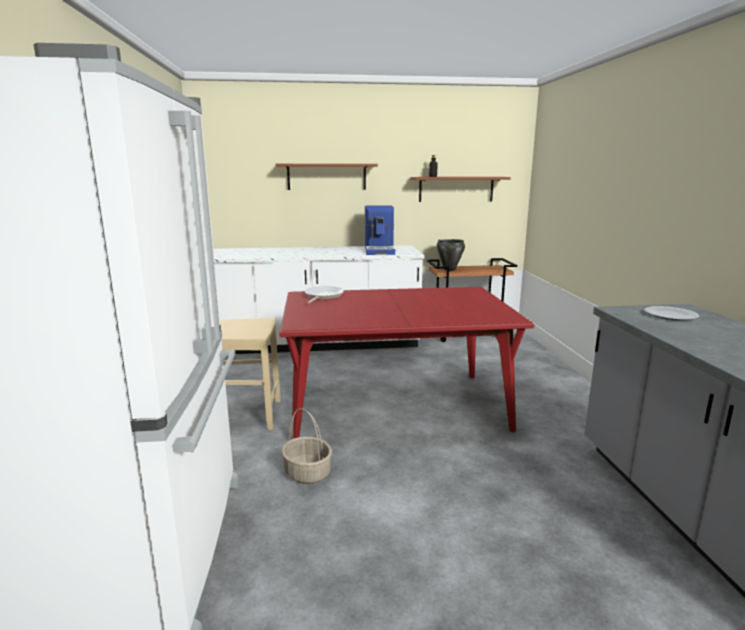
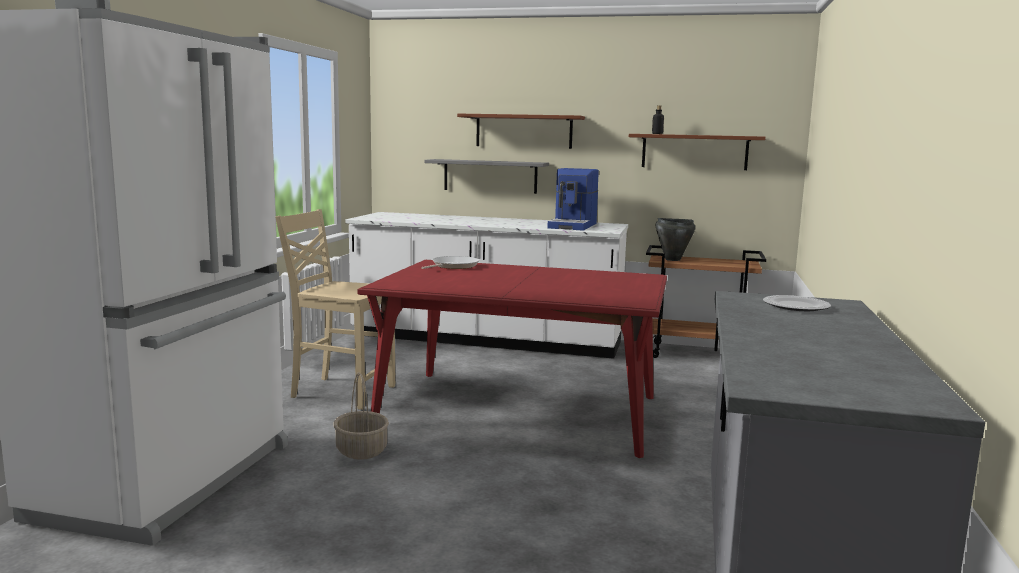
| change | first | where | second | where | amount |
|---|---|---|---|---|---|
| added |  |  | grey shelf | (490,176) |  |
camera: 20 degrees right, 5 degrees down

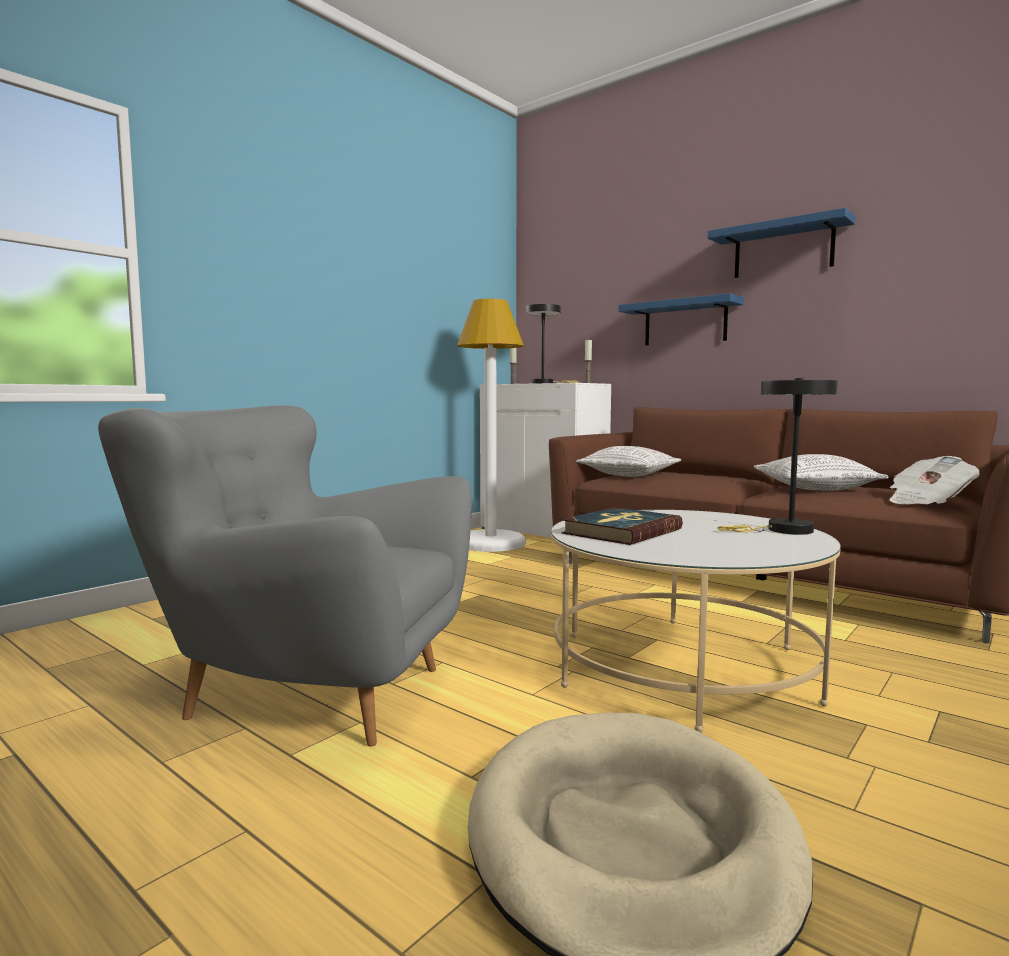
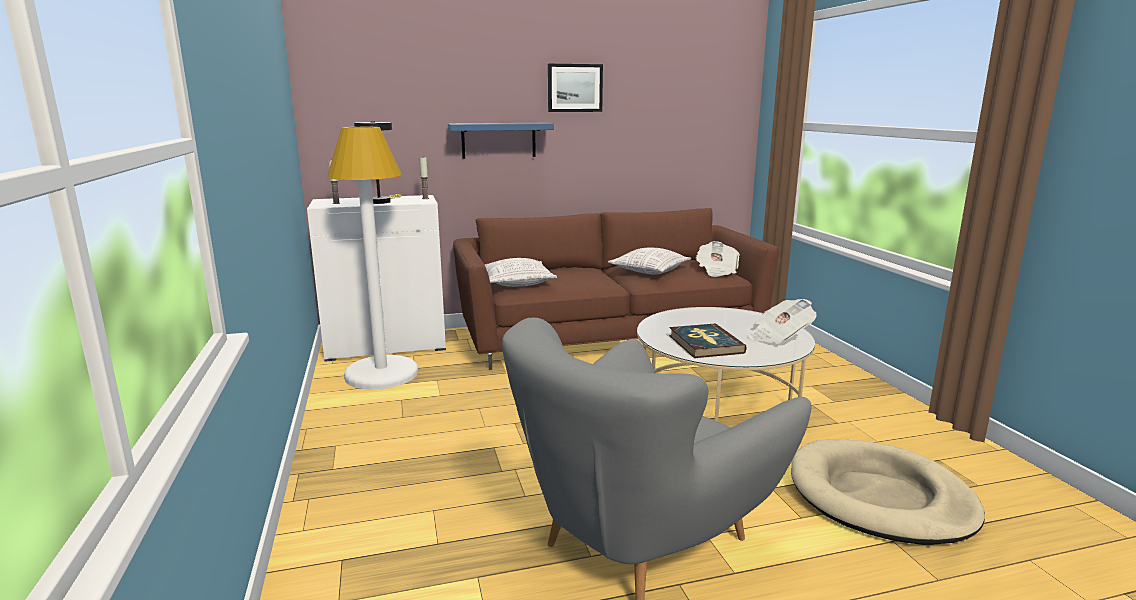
| change | first | where | second | where | amount |
|---|---|---|---|---|---|
| removed | black table lamp | (782,530) |  |  |  |
| added |  |  | newspaper | (779,337) |  |
| replaced | blue shelf | (783,249) | picture | (574,88) |  |
camera: 55 degrees left, 10 degrees up

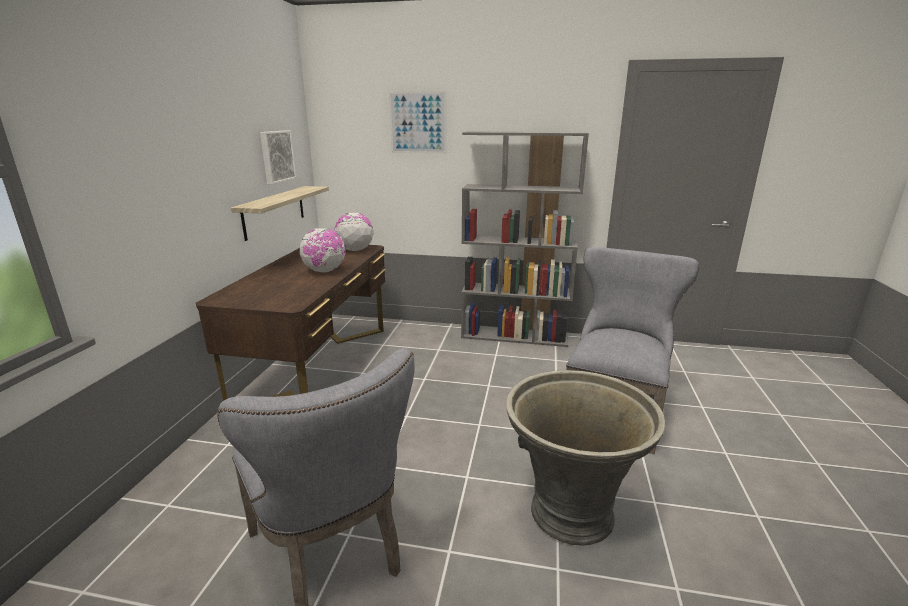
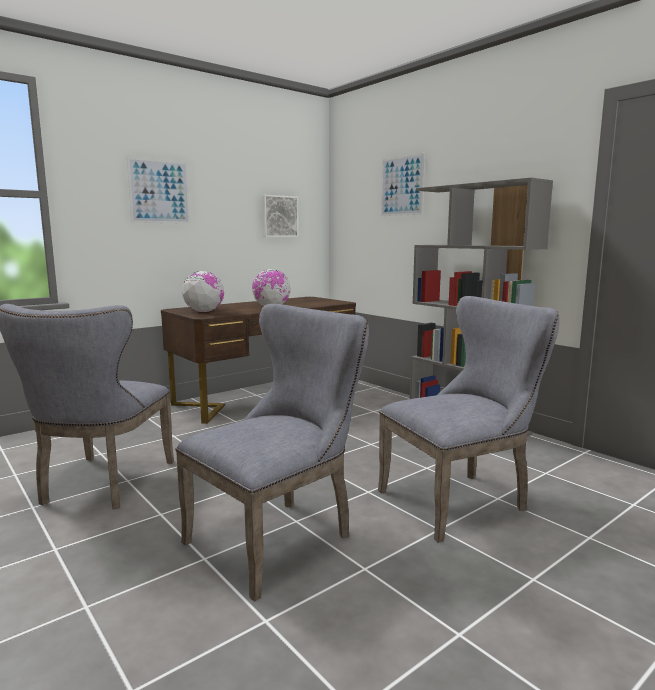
| change | first | where | second | where | amount |
|---|---|---|---|---|---|
| removed | shelf | (274,211) |  |  |  |
| added |  |  | picture | (159,191) |  |
| moved | globe | (355,250) |  | (204,311) |  |
| replaced | grey planter | (570,511) | grey chair | (279,537) |  |
camera: 40 degrees right, 10 degrees down

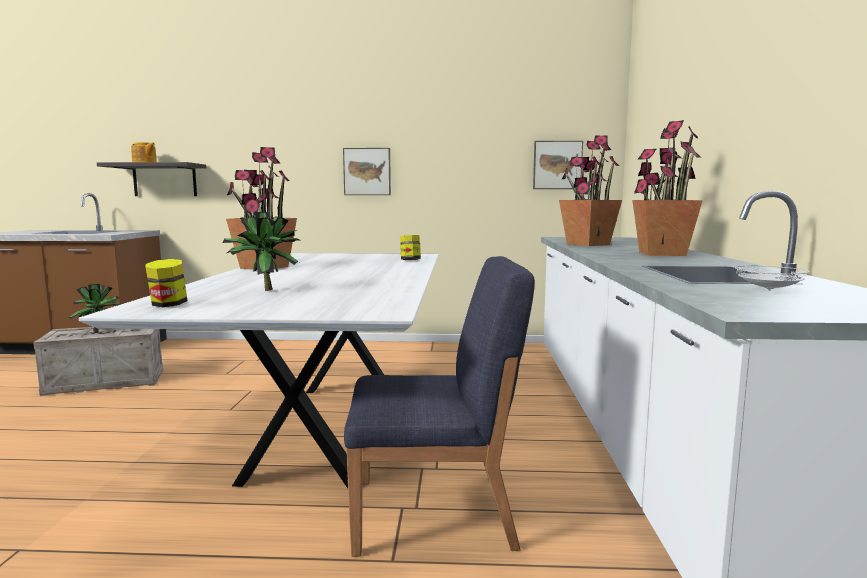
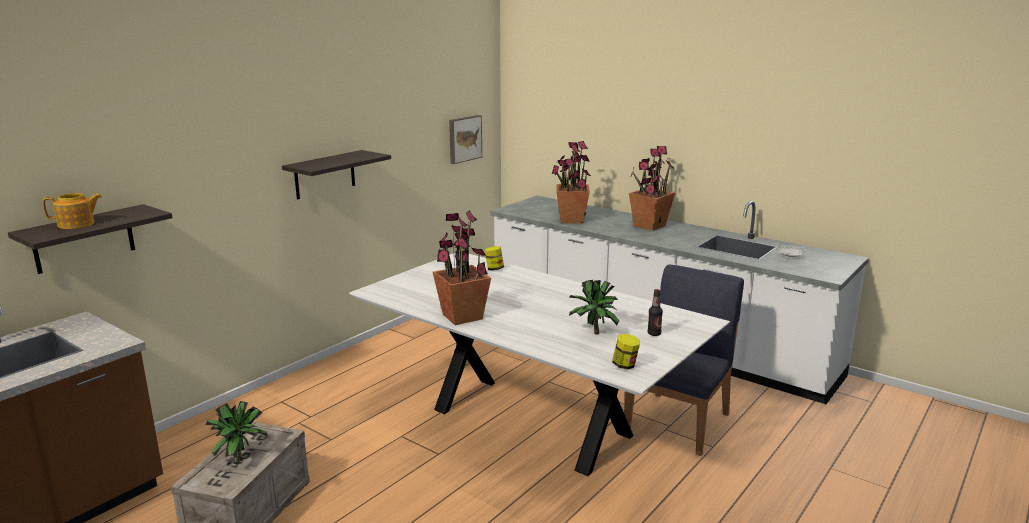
| change | first | where | second | where | amount |
|---|---|---|---|---|---|
| added |  |  | bottle | (654,334) |  |
| replaced | picture | (367,172) | shelf | (325,174) |  |
camera: 55 degrees left, 10 degrees up

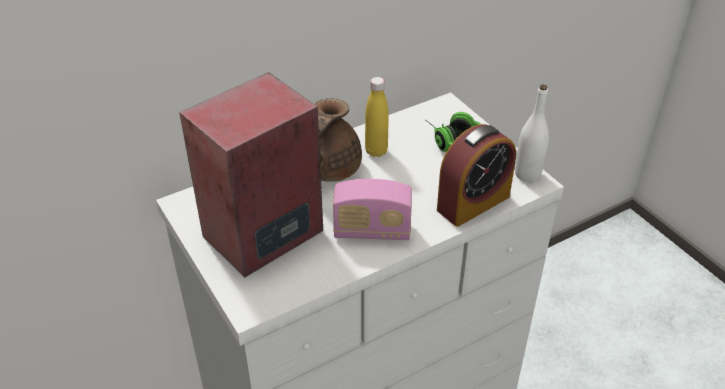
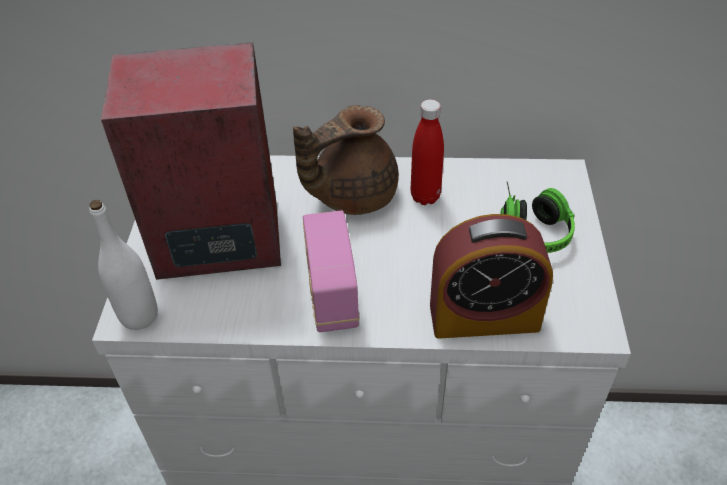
| change | first | where | second | where | amount |
|---|---|---|---|---|---|
| moved | white bottle | (527,174) |  | (139,316) |  |
| recoloured | yellow bottle | (376,151) | red bottle | (425,196) |  |
| turned | radio | (372,231) |  | (331,293) | 45 degrees clockwise |
camera: 35 degrees right, 5 degrees up

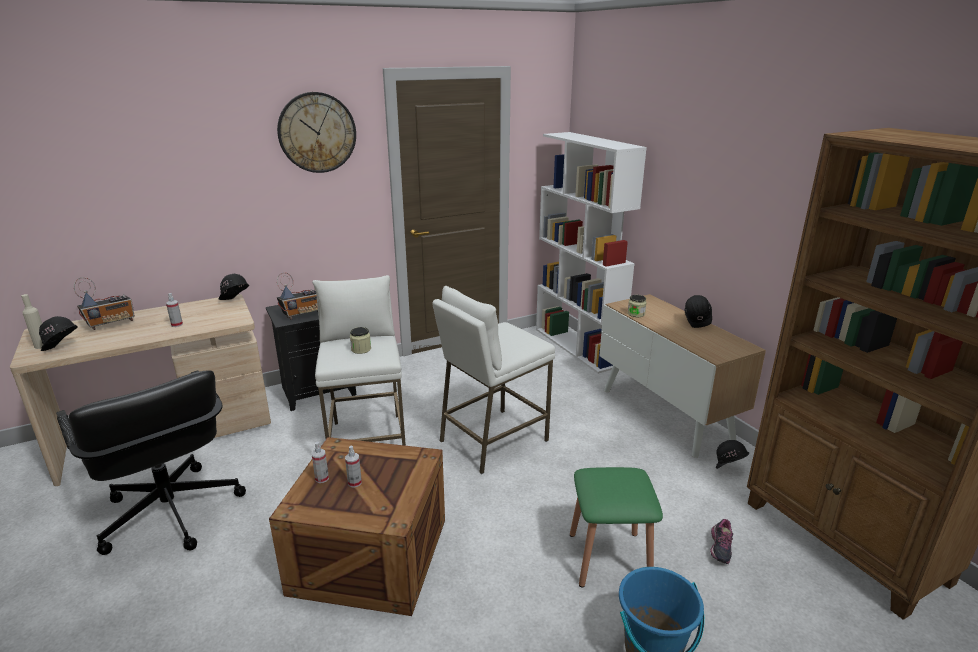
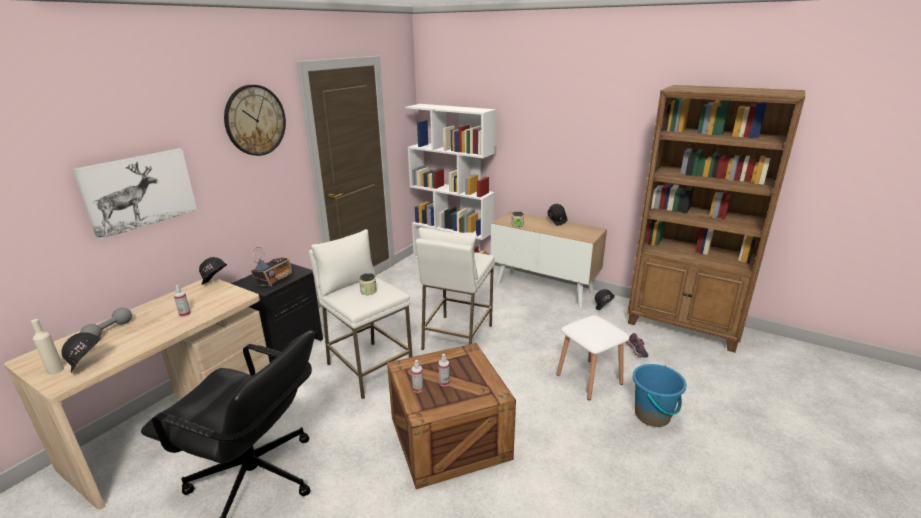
| change | first | where | second | where | amount |
|---|---|---|---|---|---|
| added |  |  | picture | (139,191) |  |
| replaced | radio | (111,324) | grey dumbbell | (109,331) |  |
| recoloured | green stool | (609,558) | white stool | (589,379) |  |
camera: 30 degrees left, 0 degrees up

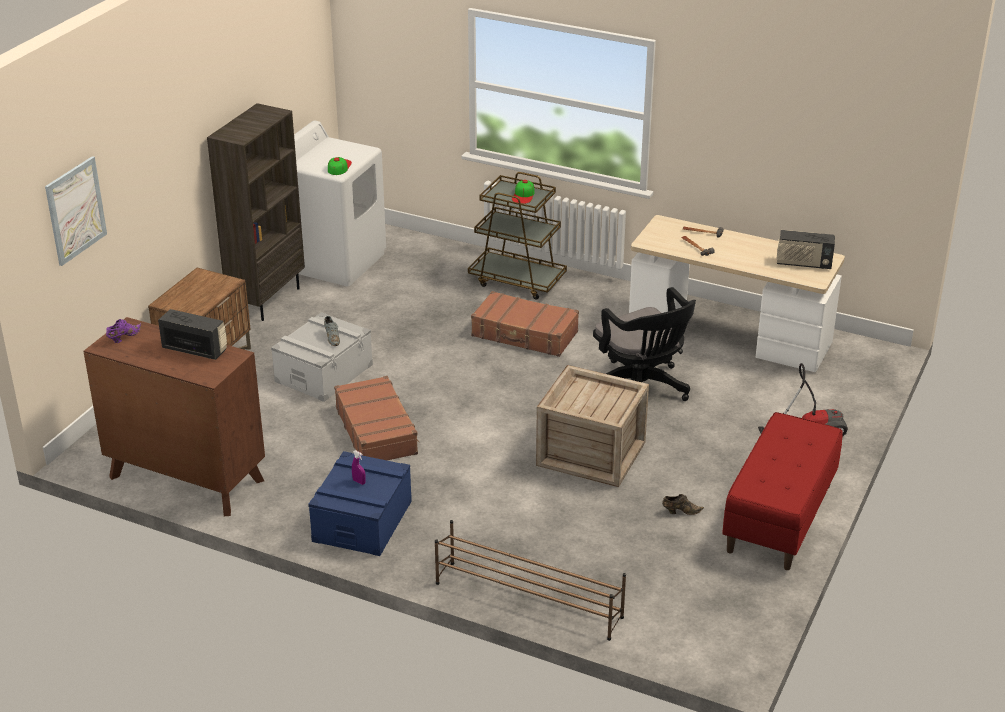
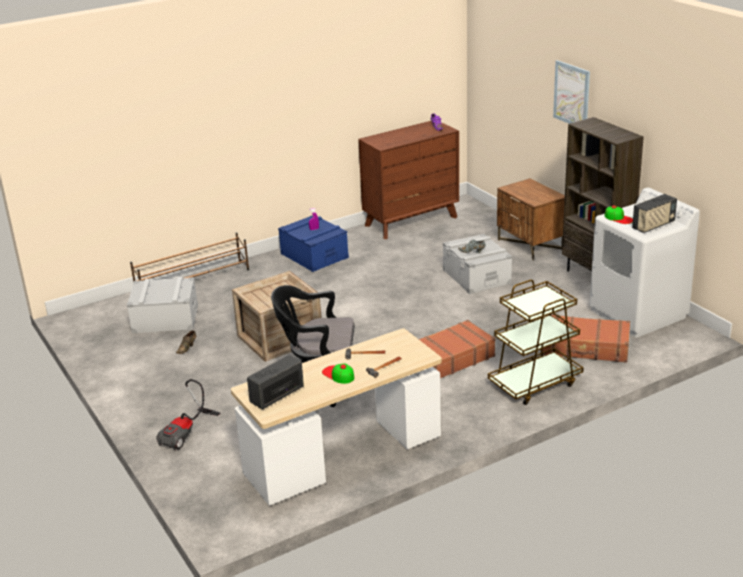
| change | first | where | second | where | amount |
|---|---|---|---|---|---|
| removed | red bench | (780,518) |  |  |  |
| added |  |  | grey storage box | (165,319) |  |
| moved | picture | (75,210) |  | (571,94) |  |
| moved | radio | (195,349) |  | (653,225) |  |
| moved | brown suitcase | (377,430) |  | (585,347) |  |
| moved | cap | (523,195) |  | (338,374) |  |
camera: 125 degrees right, 5 degrees down

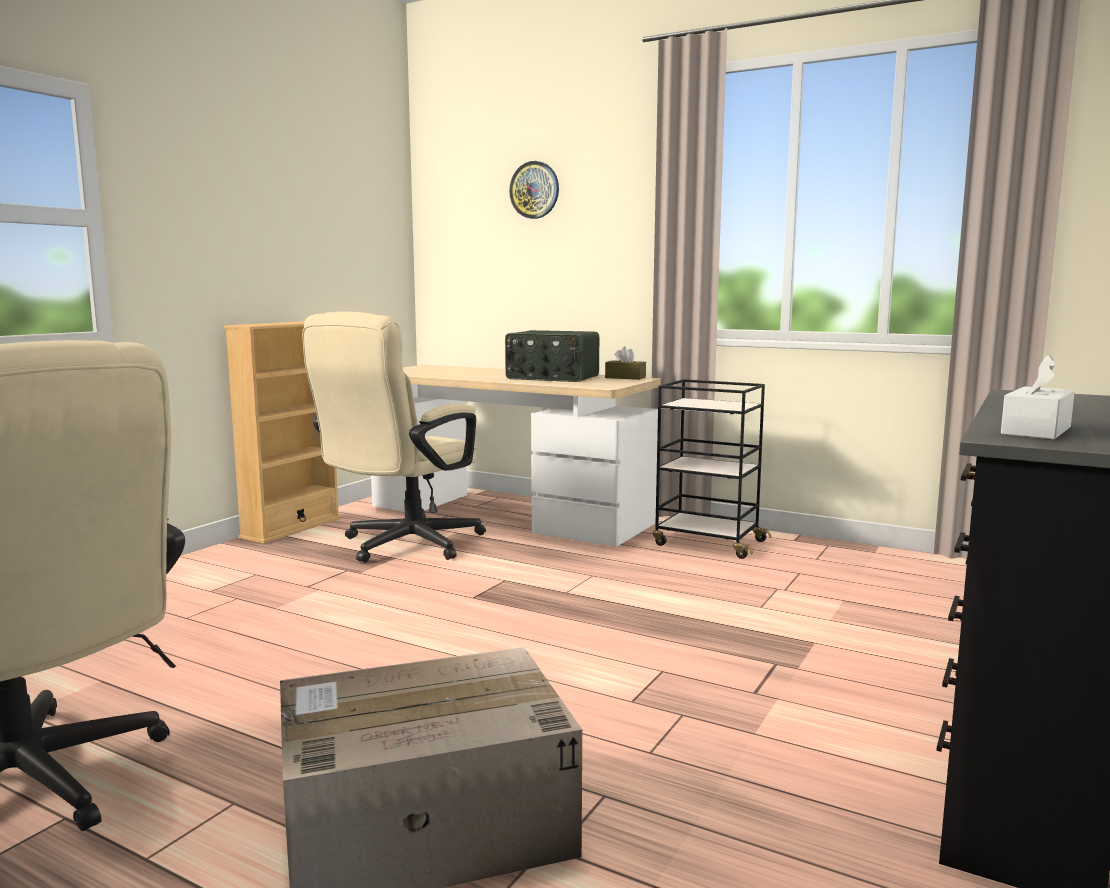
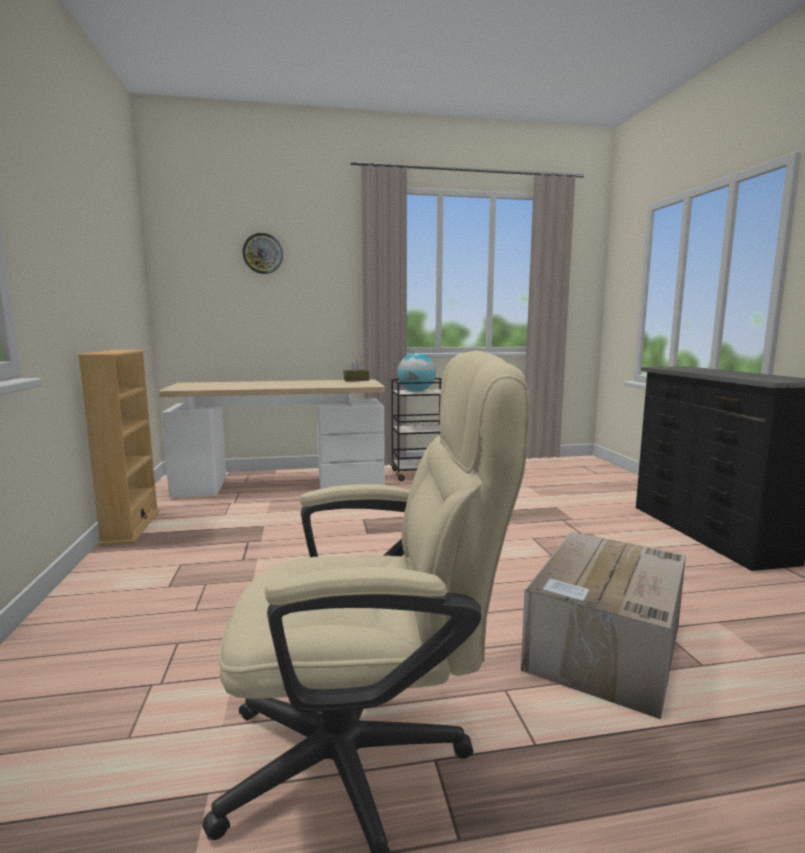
| change | first | where | second | where | amount |
|---|---|---|---|---|---|
| removed | beige office chair | (402,546) |  |  |  |
| removed | radio | (552,377) |  |  |  |
| removed | white tissue box | (1036,430) |  |  |  |
| added |  |  | globe | (416,391) |  |
camera: 40 degrees left, 0 degrees up

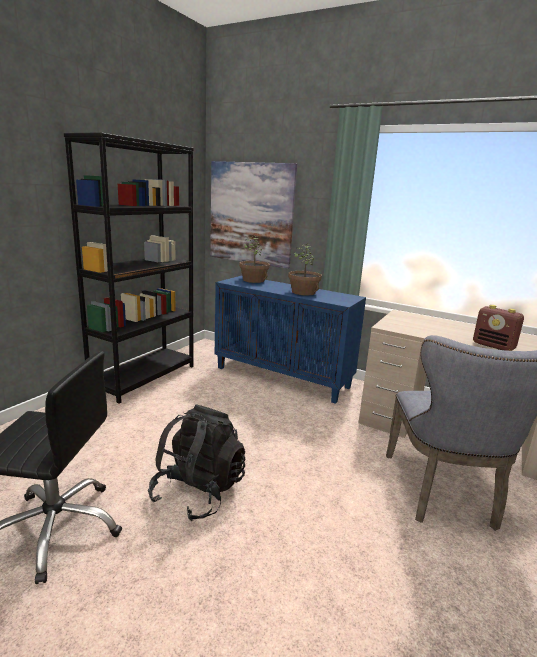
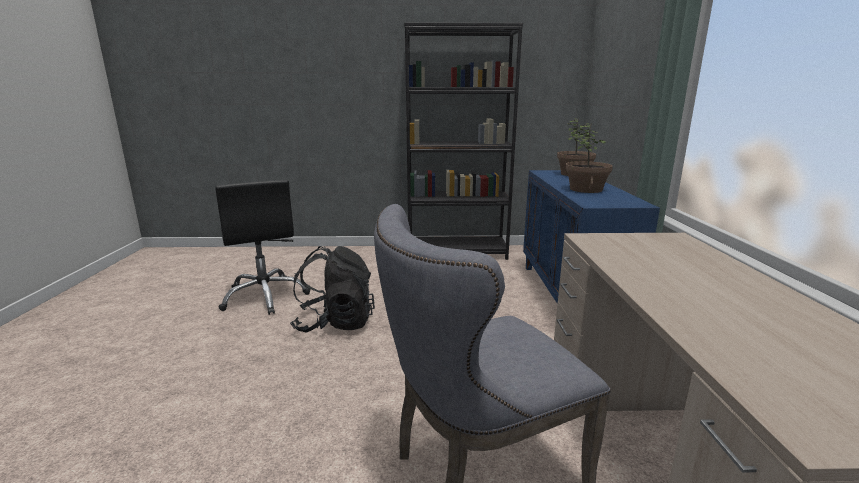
| change | first | where | second | where | amount |
|---|---|---|---|---|---|
| removed | picture | (251,214) |  |  |  |
| removed | radio | (494,346) |  |  |  |
camera: 60 degrees right, 0 degrees up

